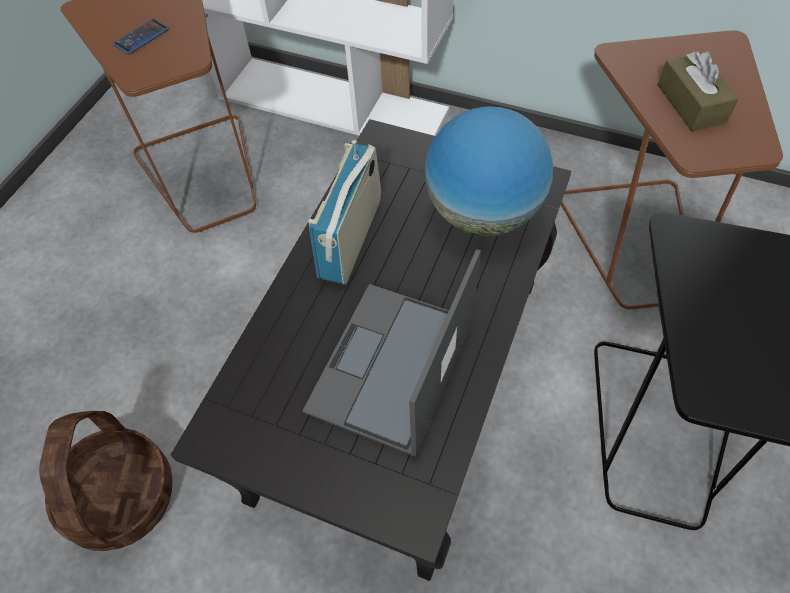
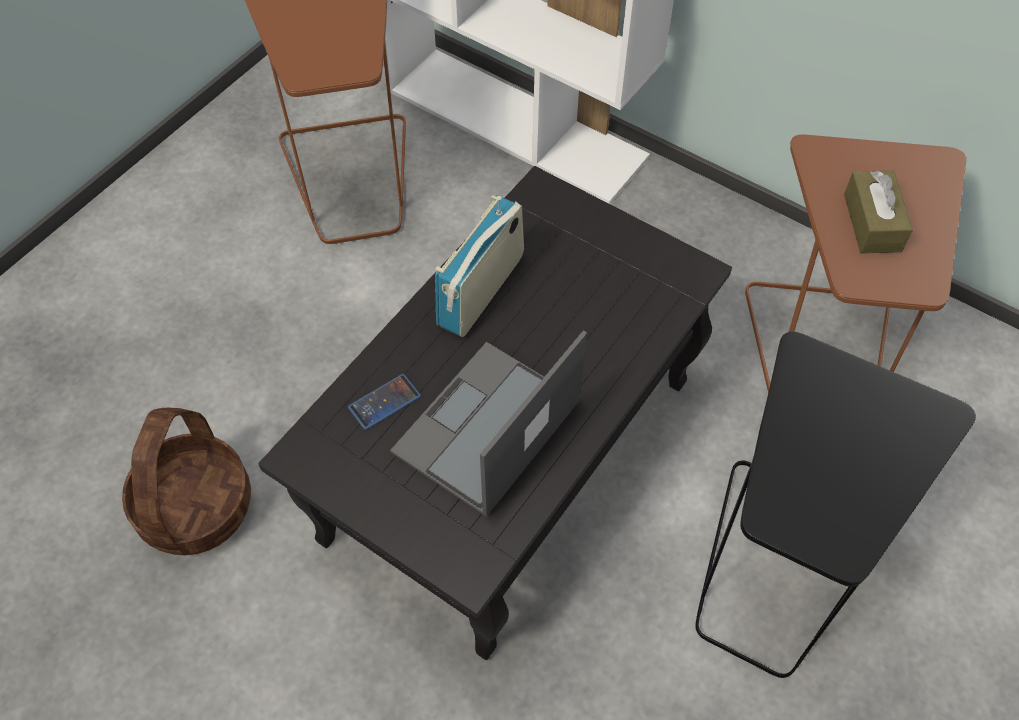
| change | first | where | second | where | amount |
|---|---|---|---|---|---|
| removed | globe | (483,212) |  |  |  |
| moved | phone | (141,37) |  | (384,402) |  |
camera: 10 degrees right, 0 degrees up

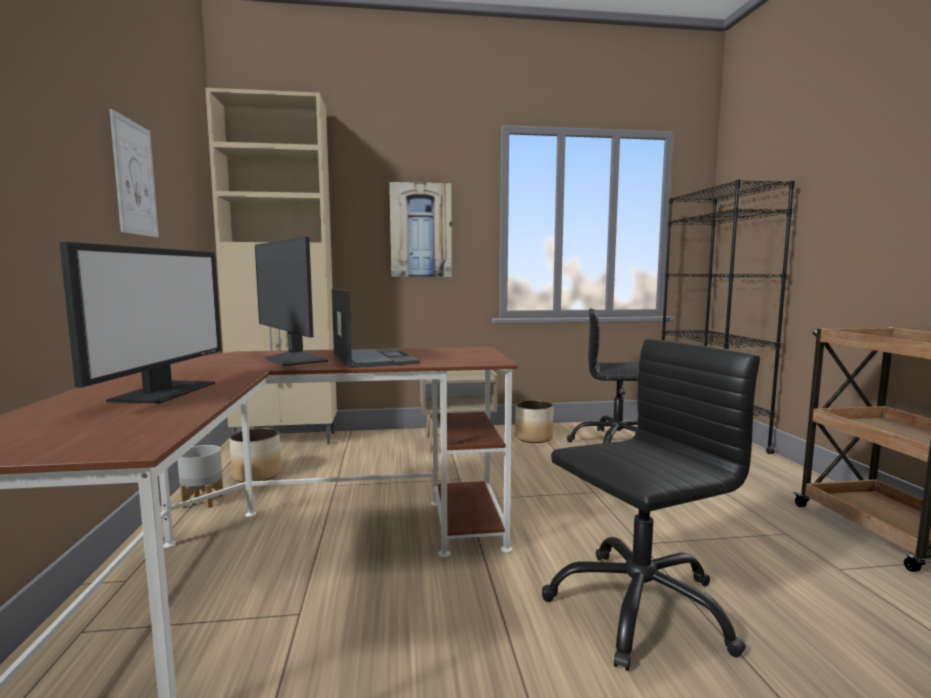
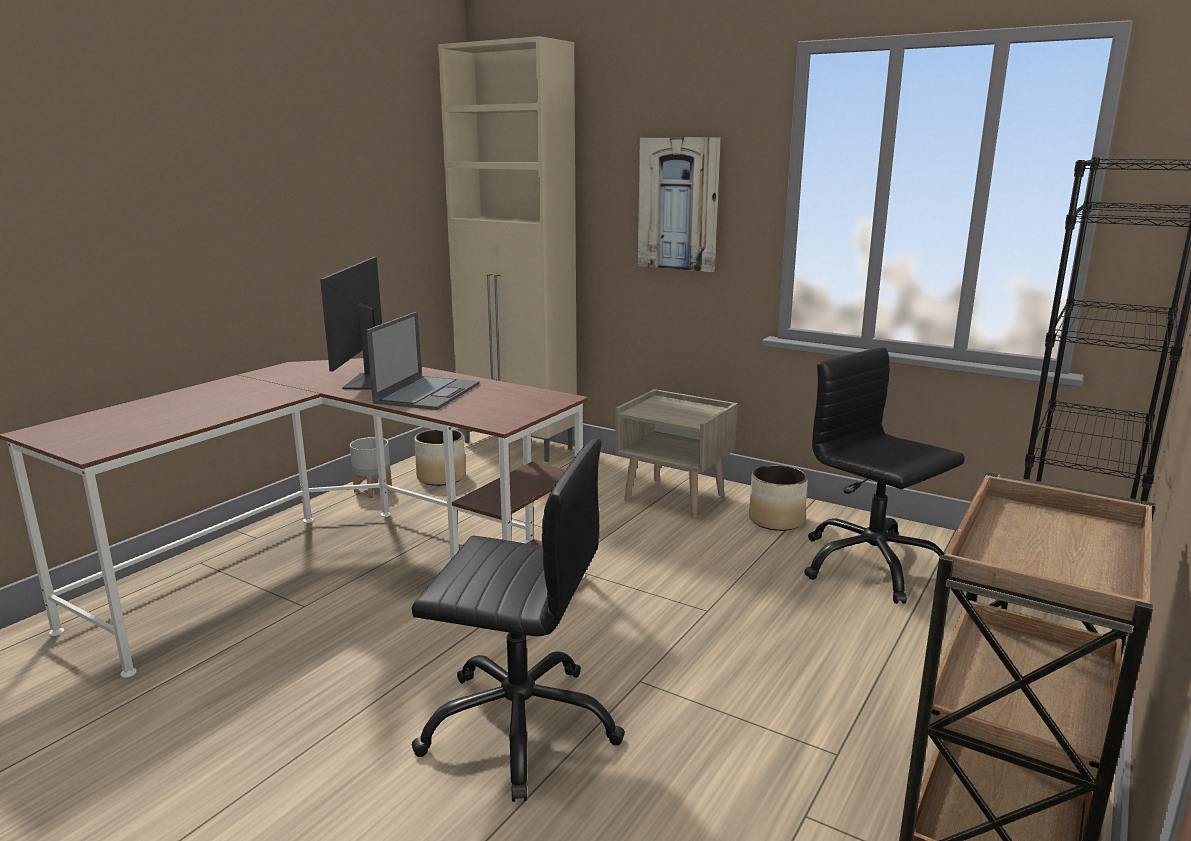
| change | first | where | second | where | amount |
|---|---|---|---|---|---|
| removed | monitor | (163,391) |  |  |  |
| removed | picture | (134,178) |  |  |  |
camera: 40 degrees right, 10 degrees up

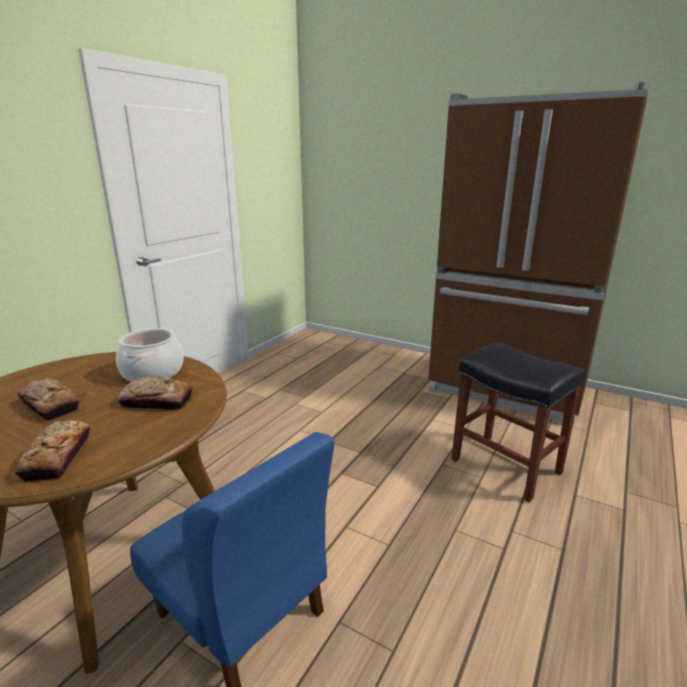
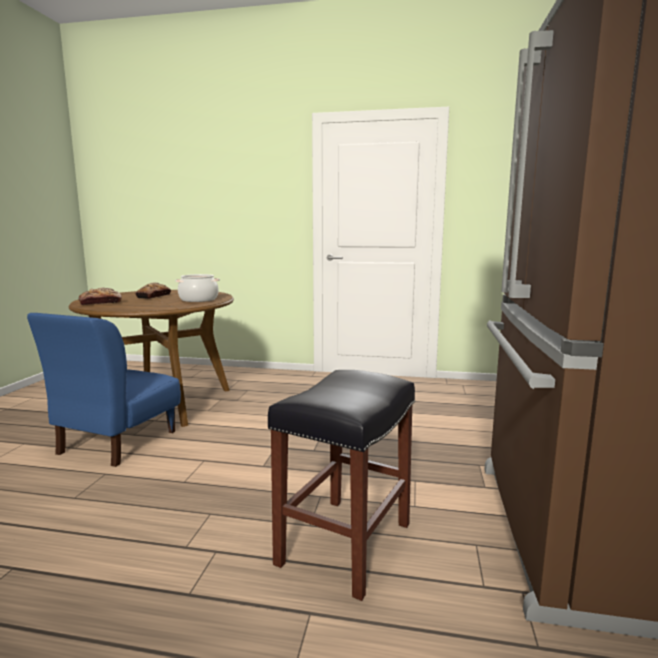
| change | first | where | second | where | amount |
|---|---|---|---|---|---|
| removed | bread | (157,402) |  |  |  |
camera: 70 degrees right, 10 degrees down

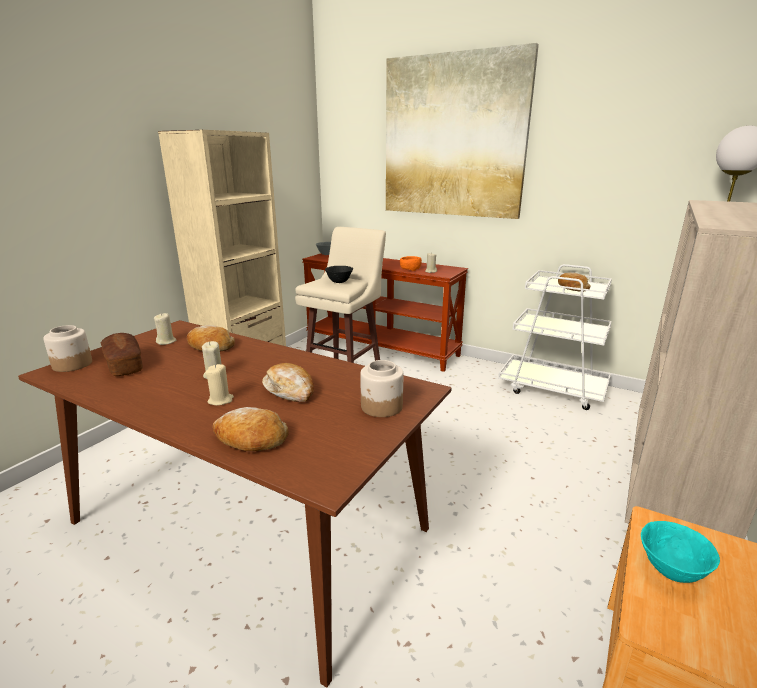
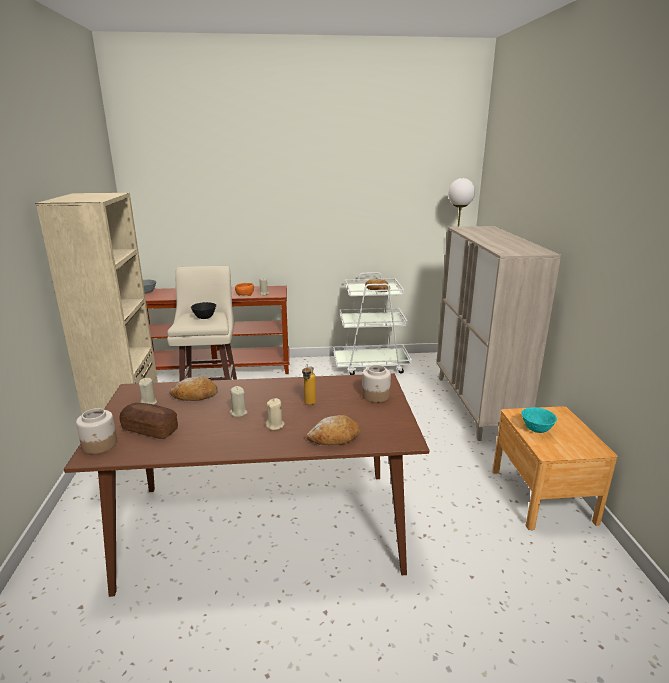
| change | first | where | second | where | amount |
|---|---|---|---|---|---|
| removed | picture | (453,137) |  |  |  |
| replaced | bread | (290,390) | bottle | (309,405) |  |
camera: 35 degrees left, 0 degrees up

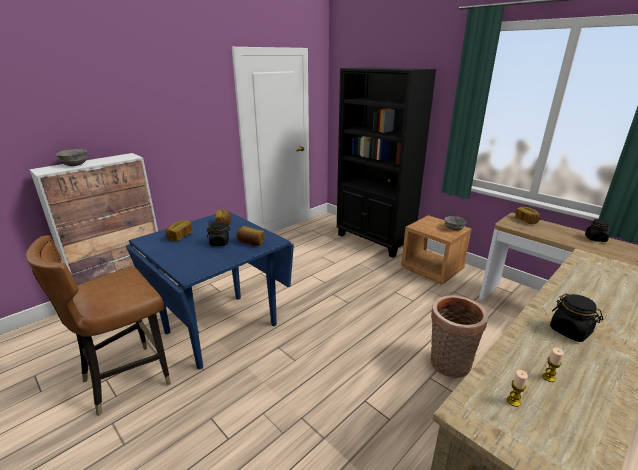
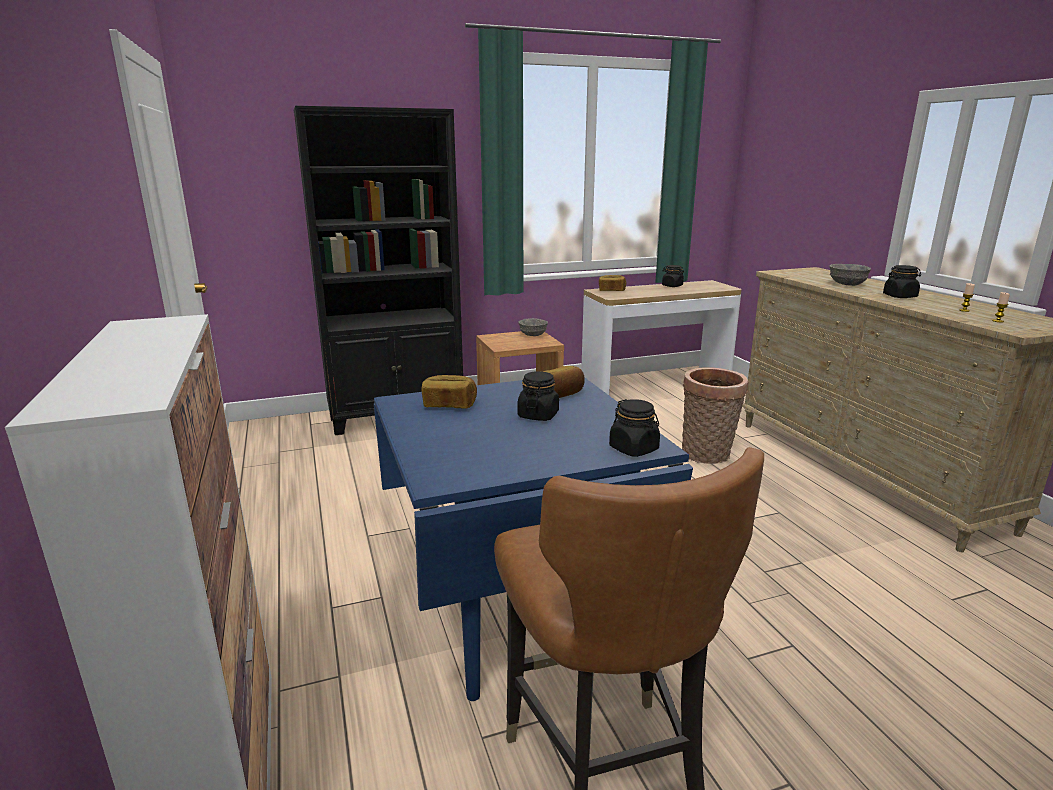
| change | first | where | second | where | amount |
|---|---|---|---|---|---|
| removed | bread | (179,236) |  |  |  |
| added |  |  | black jar | (634,449) |  |
| moved | grey bowl | (75,164) |  | (846,284) |  |
camera: 65 degrees left, 5 degrees down

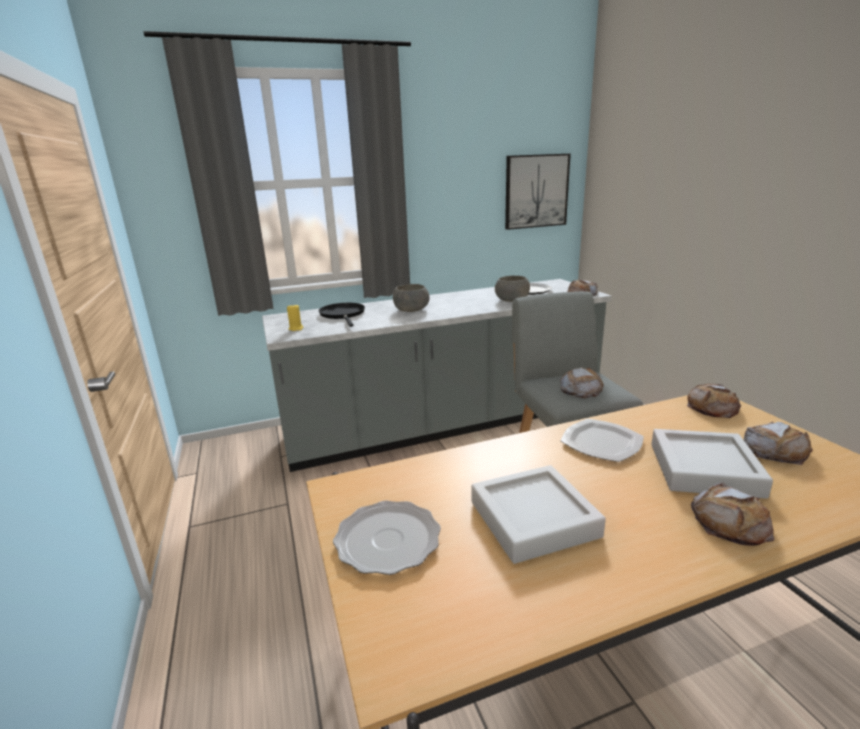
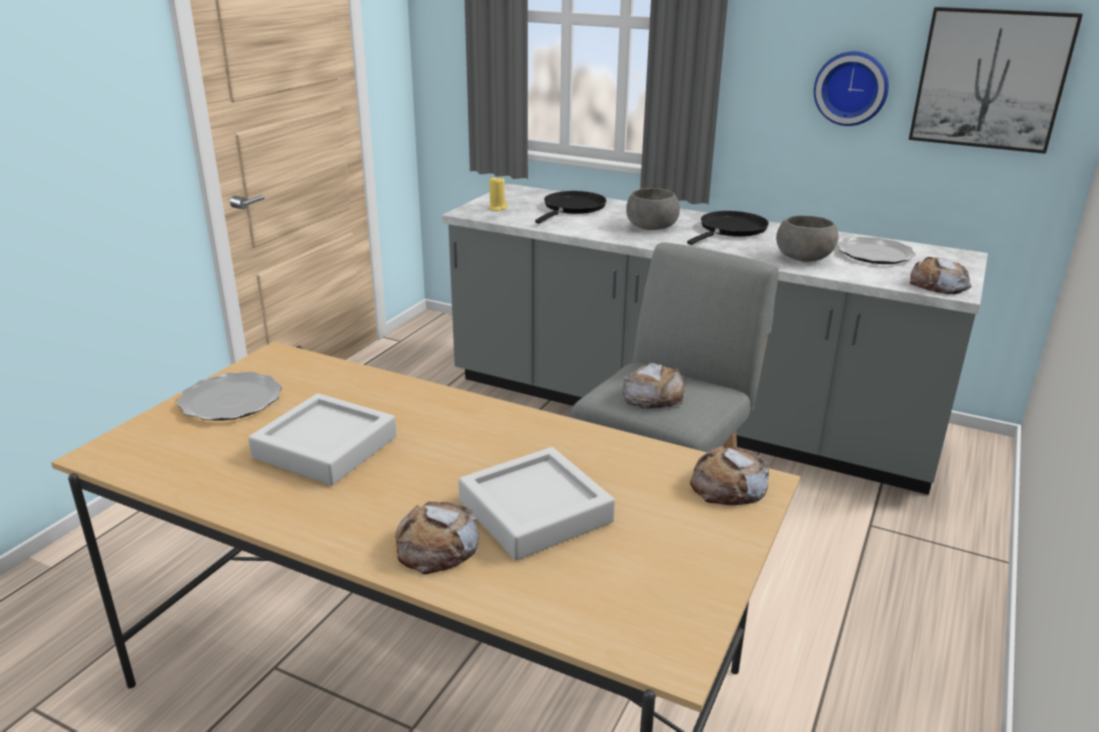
| change | first | where | second | where | amount |
|---|---|---|---|---|---|
| removed | plate | (600,442) |  |  |  |
| removed | bread | (775,450) |  |  |  |
| added |  |  | black frying pan | (730,230) |  |
| added |  |  | wall clock | (851,88) |  |
camera: 45 degrees right, 5 degrees up

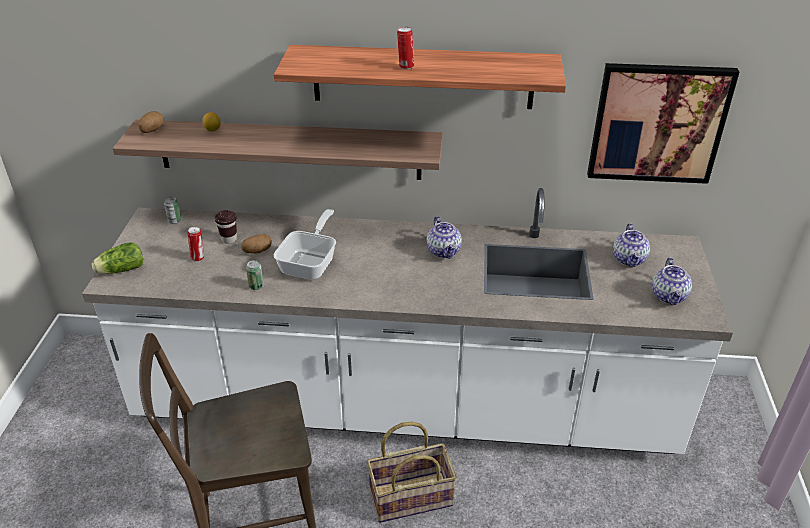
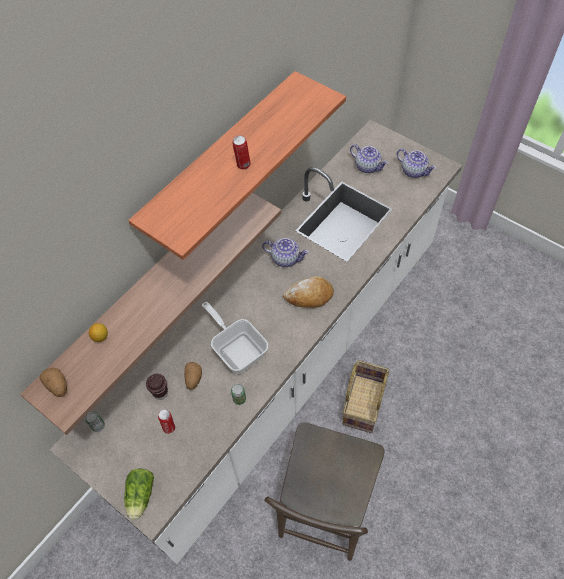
| change | first | where | second | where | amount |
|---|---|---|---|---|---|
| removed | picture | (658,123) |  |  |  |
| added |  |  | bread | (309,296) |  |
camera: 55 degrees left, 20 degrees up

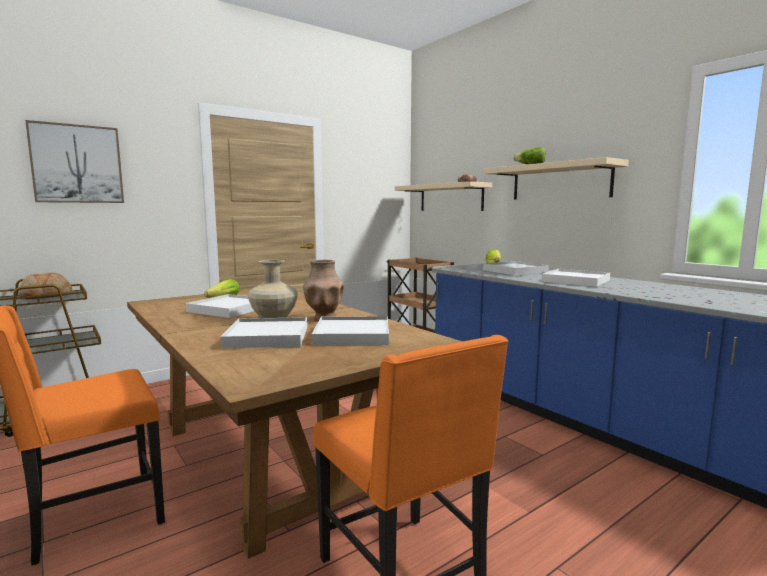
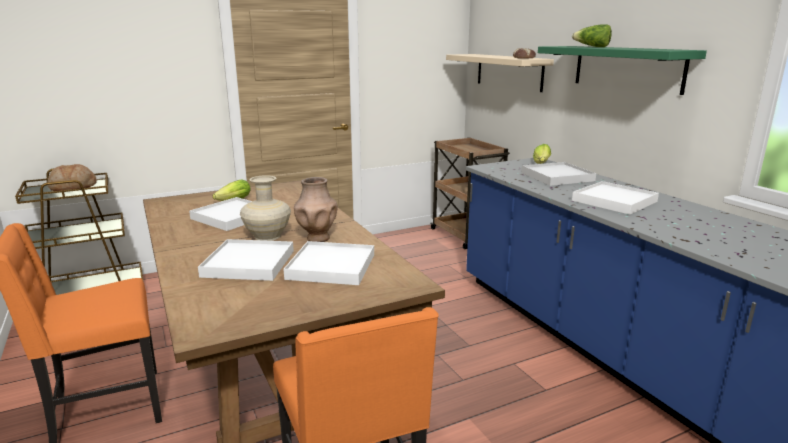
| change | first | where | second | where | amount |
|---|---|---|---|---|---|
| removed | picture | (77,164) |  |  |  |
| recoloured | beige shelf | (560,182) | green shelf | (627,68) |  |
camera: 10 degrees right, 10 degrees up

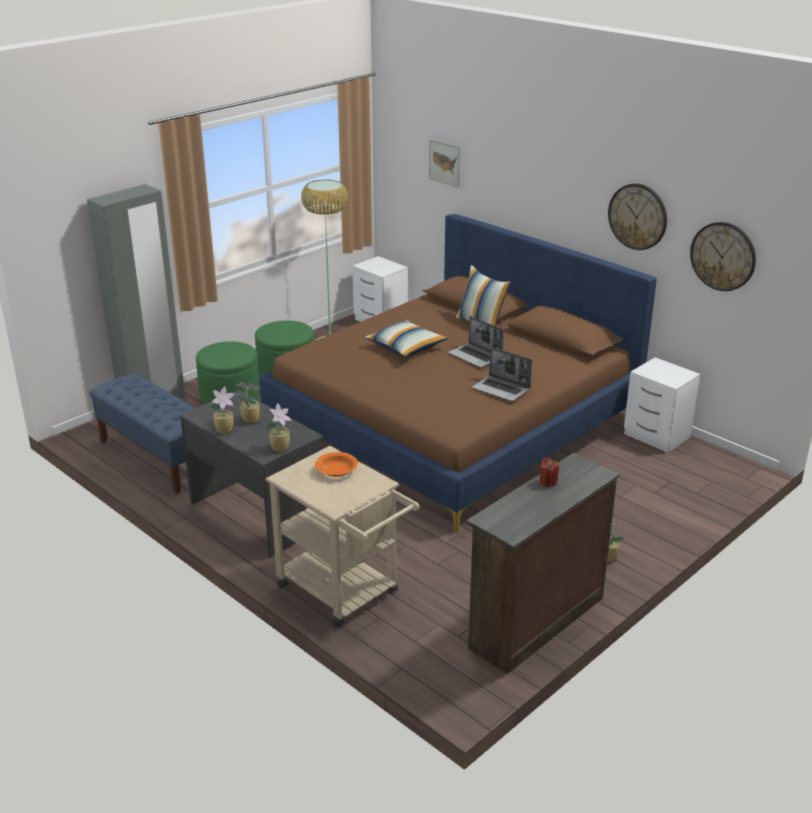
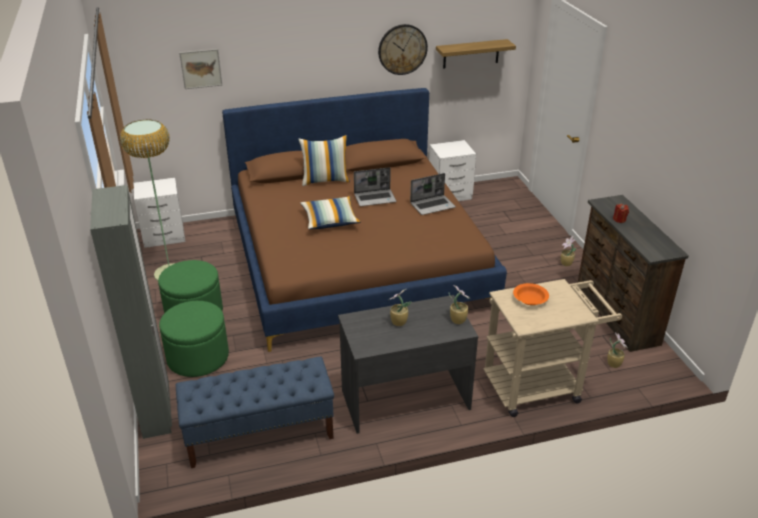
| change | first | where | second | where | amount |
|---|---|---|---|---|---|
| moved | potted plant | (225,430) |  | (614,363) |  |
| replaced | wall clock | (723,256) | shelf | (471,54) |  |
camera: 60 degrees left, 5 degrees up

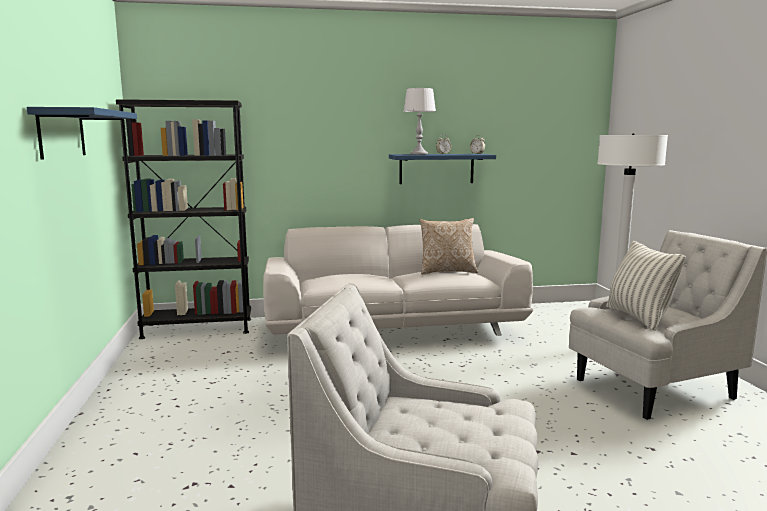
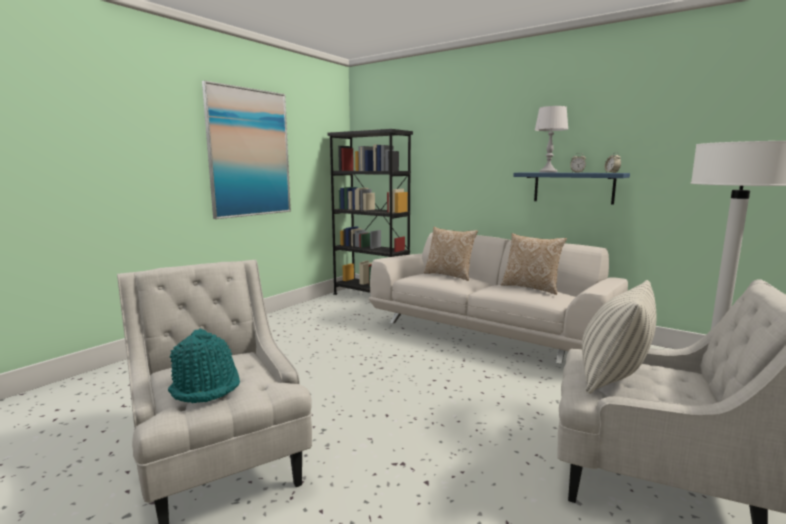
| change | first | where | second | where | amount |
|---|---|---|---|---|---|
| added |  |  | turquoise hat | (206,387) |  |
| added |  |  | pillow | (449,275) |  |
| replaced | blue shelf | (61,133) | picture | (249,153) |  |
camera: 45 degrees right, 0 degrees up

